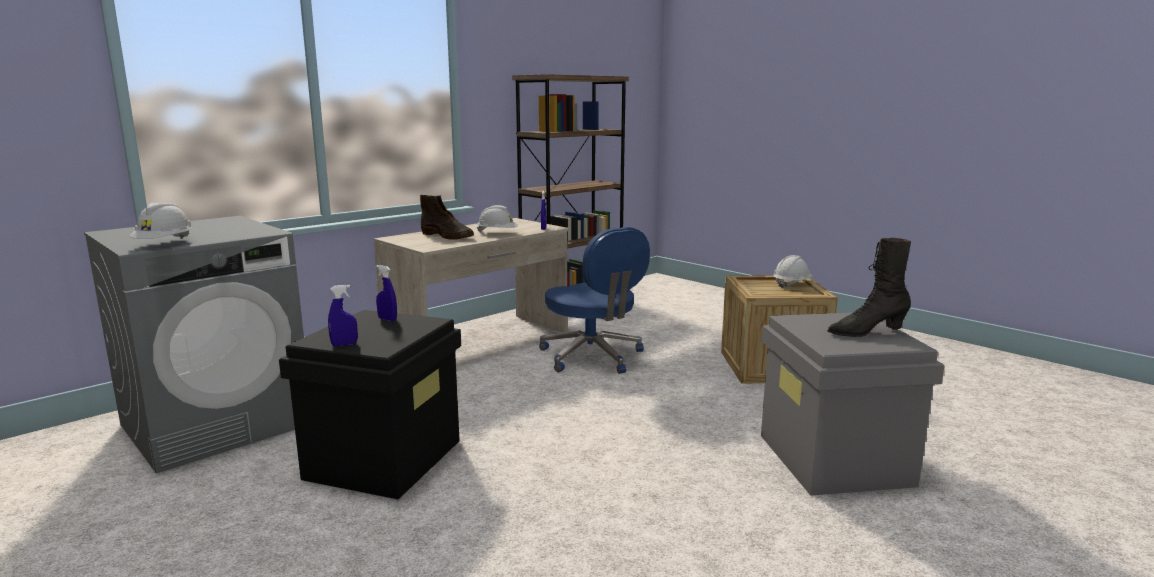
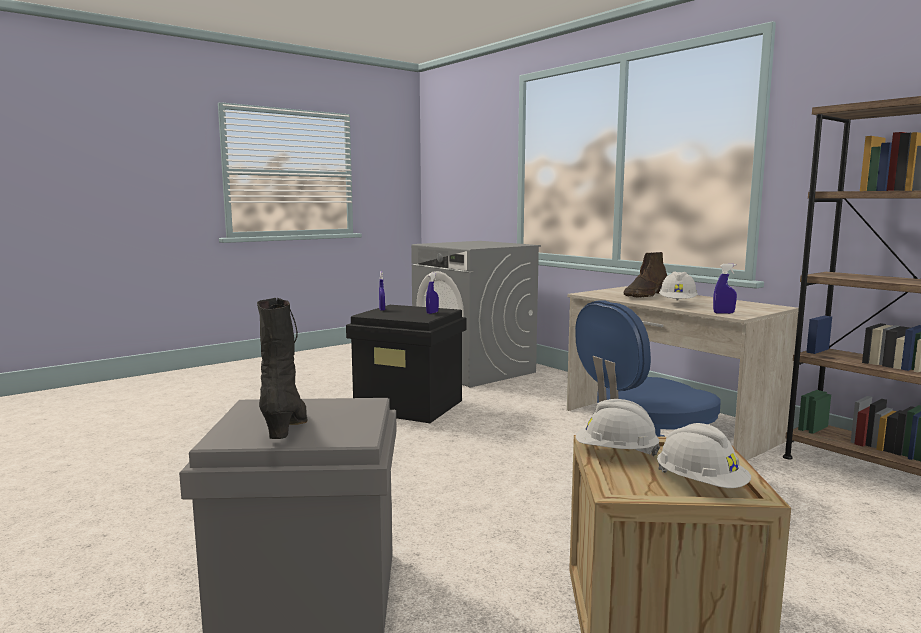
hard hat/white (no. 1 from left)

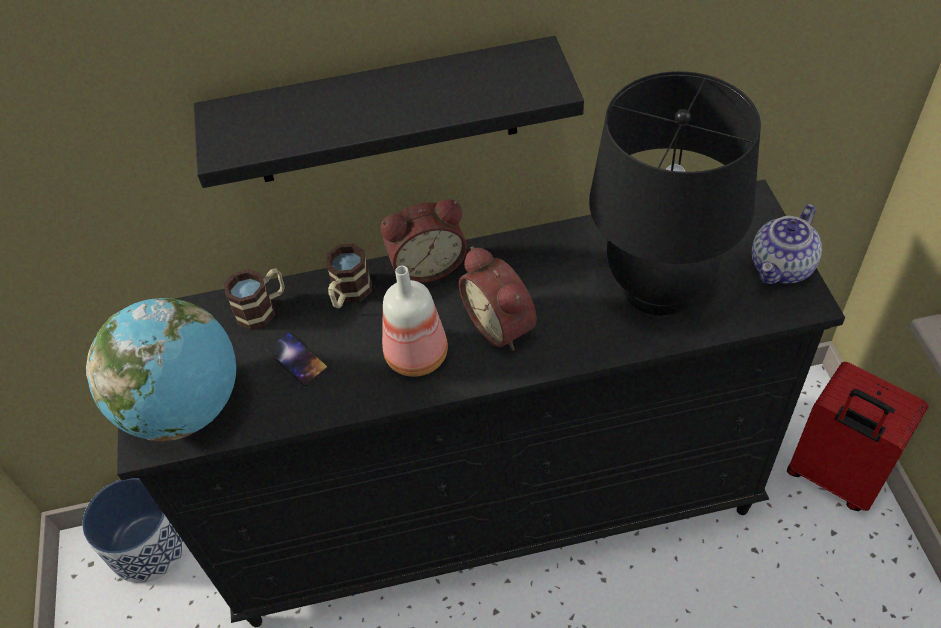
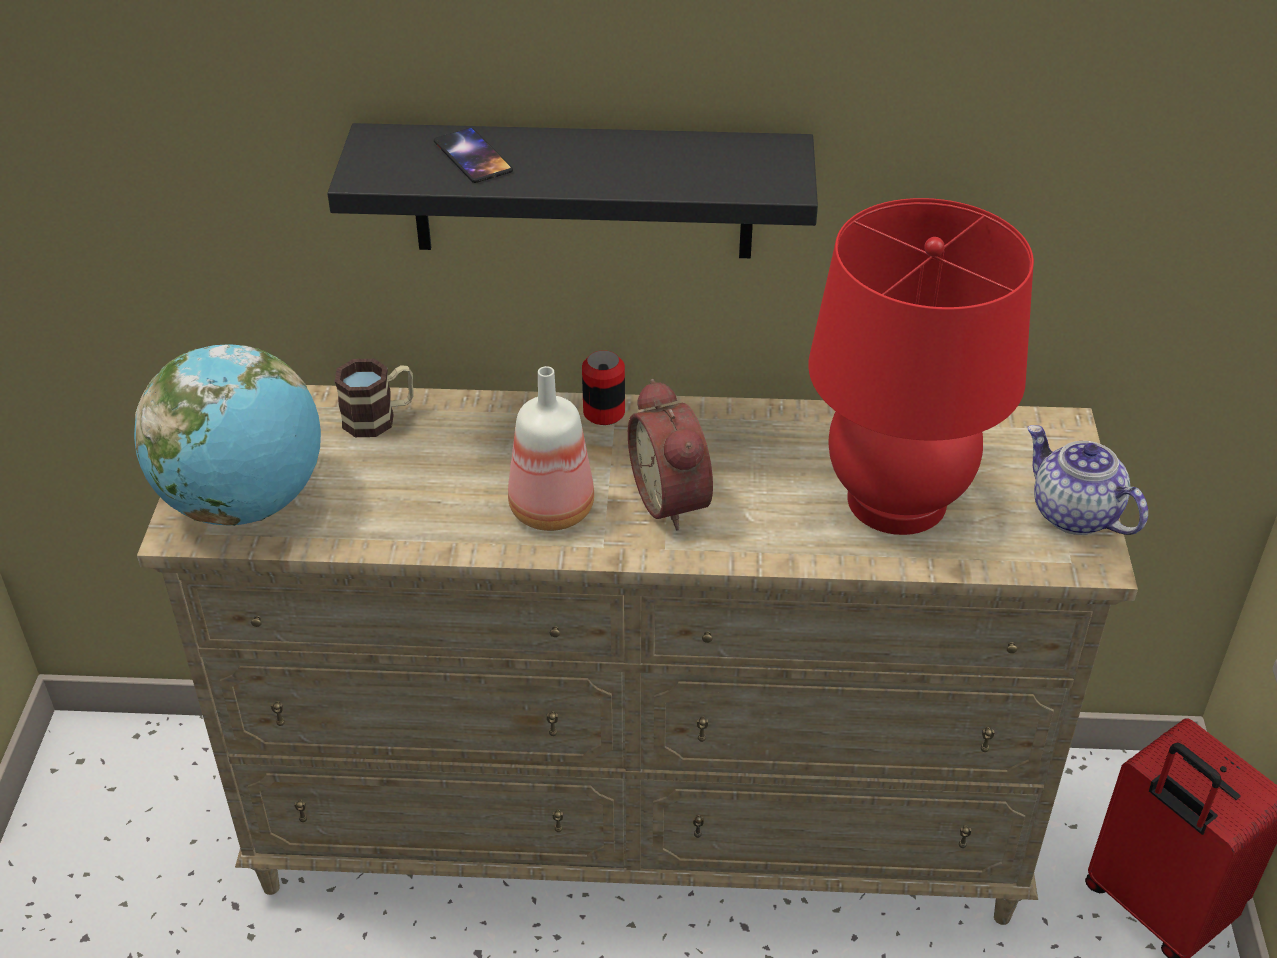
flower pot
drawer chest/sand-coloured
telephone
tea mug (no. 2 from left in the first image)
metal can
lamp for a table/red-coloured
pot for tea

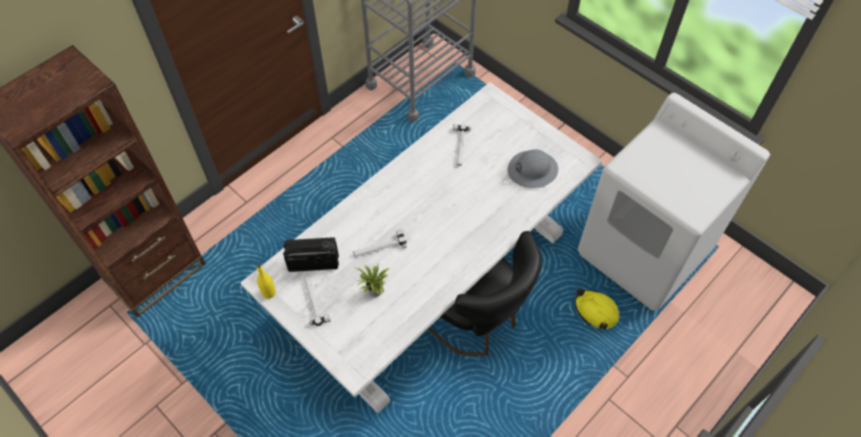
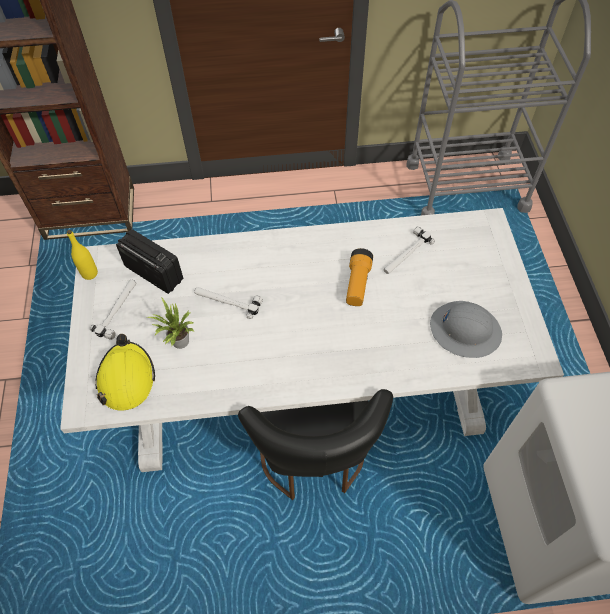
hard hat/yellow-coloured
torch

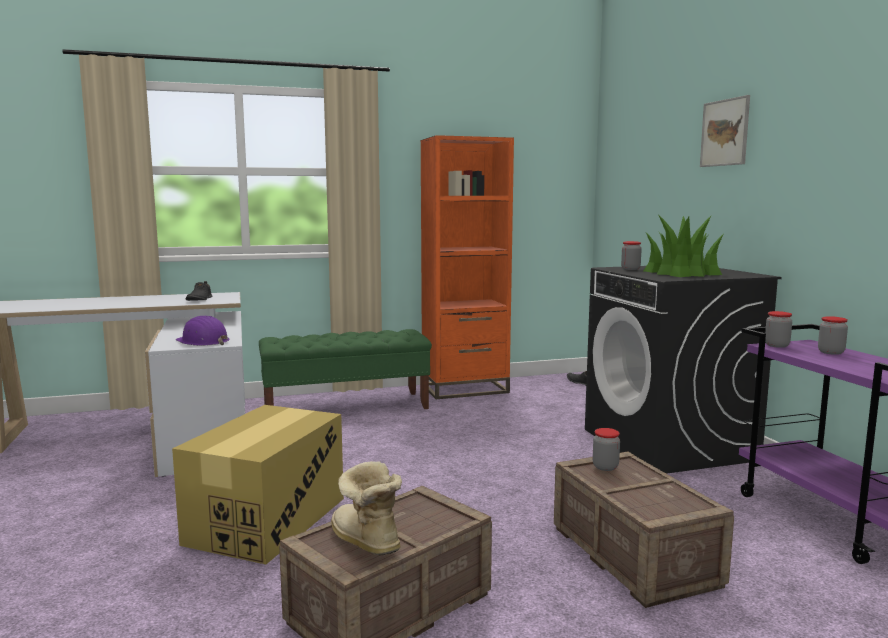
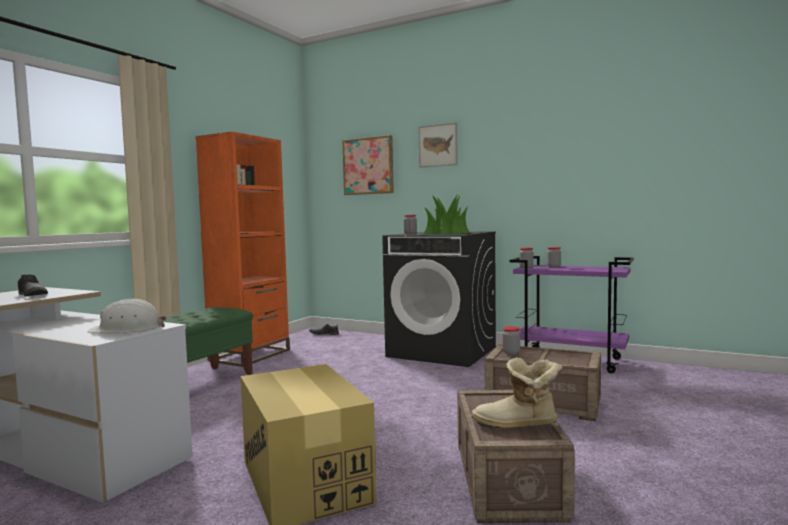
hard hat/white
wall picture (no. 1 from left)

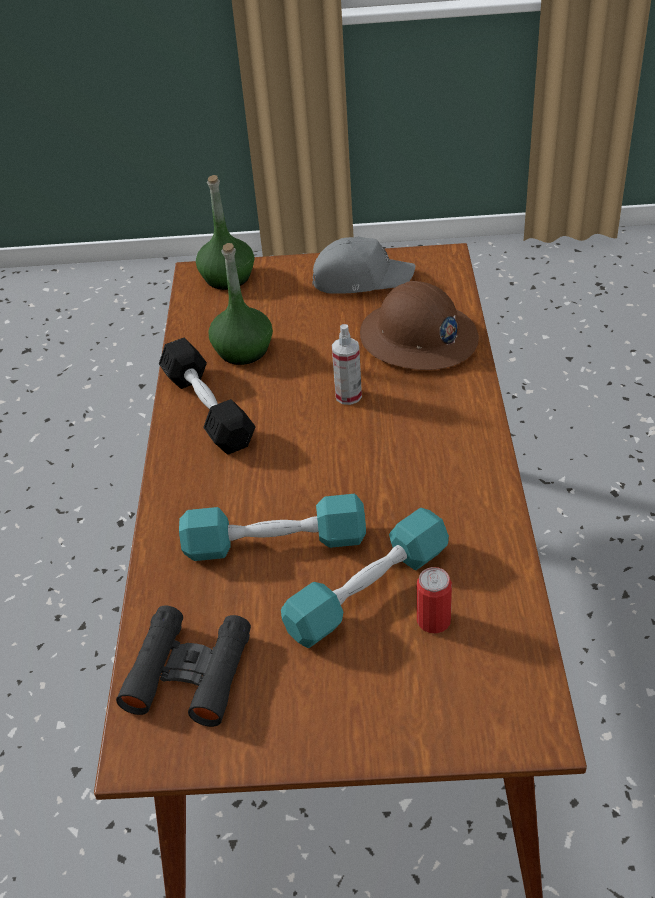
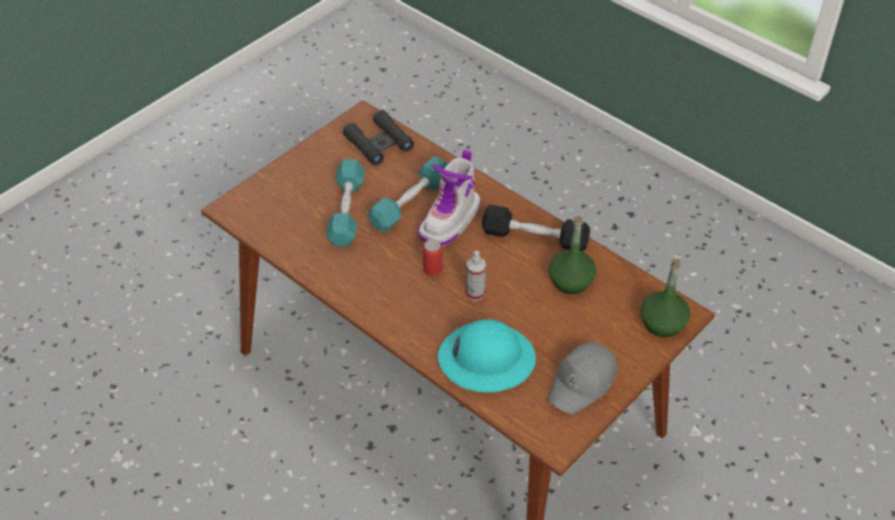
hard hat/blue-green
metal can
tall boot

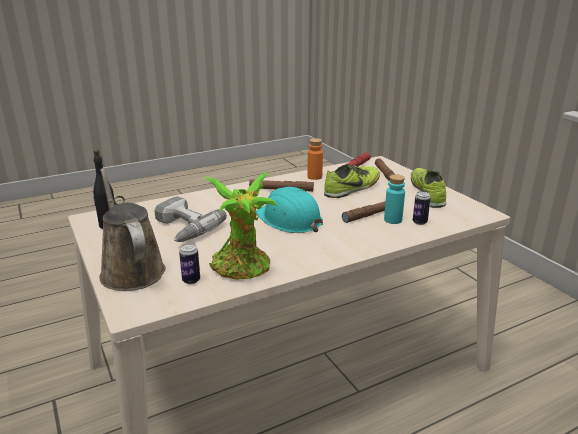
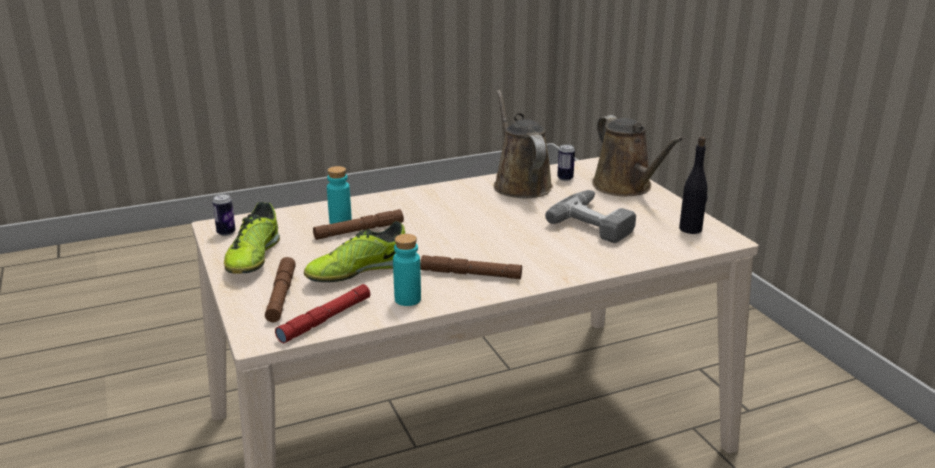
sprinkling can/brownish (no. 1 from left)
hard hat/blue-green
bottle/blue-green (no. 2 from left)
metal can (no. 1 from left)

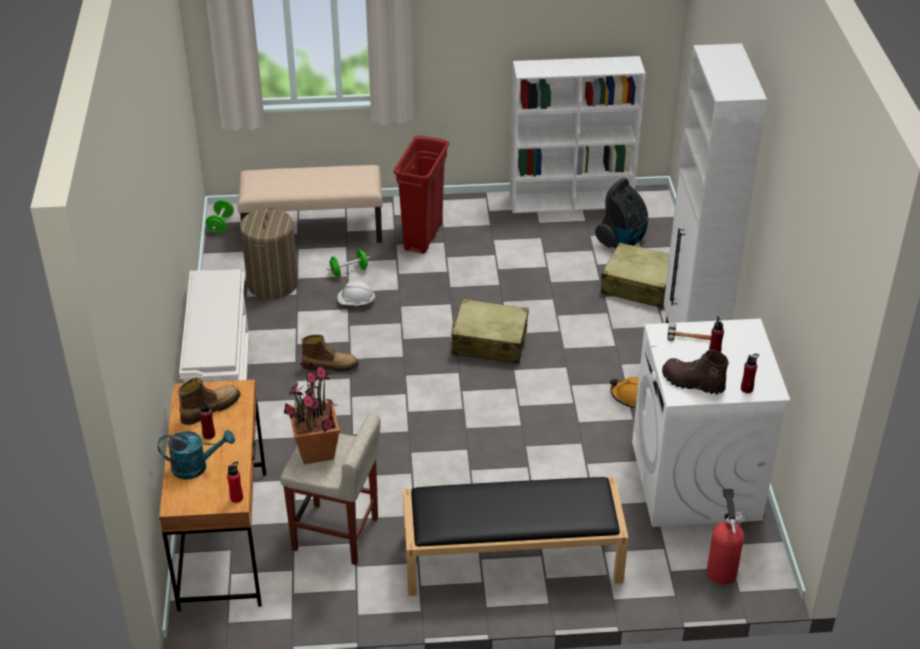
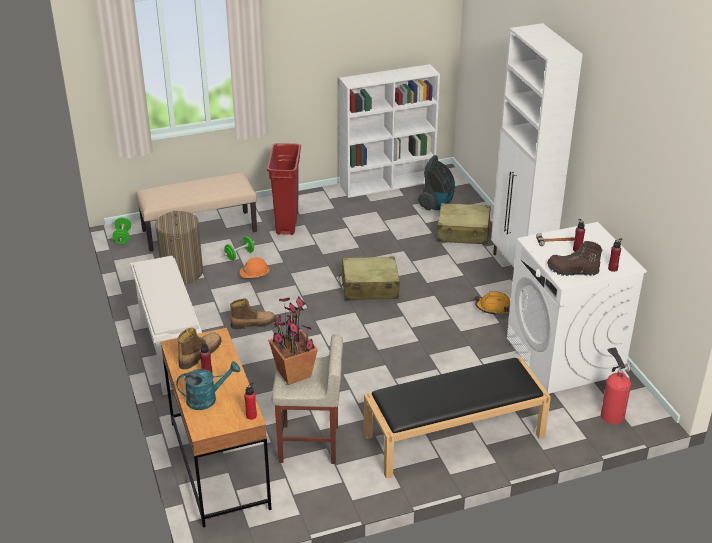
hard hat/orangey (no. 1 from left)

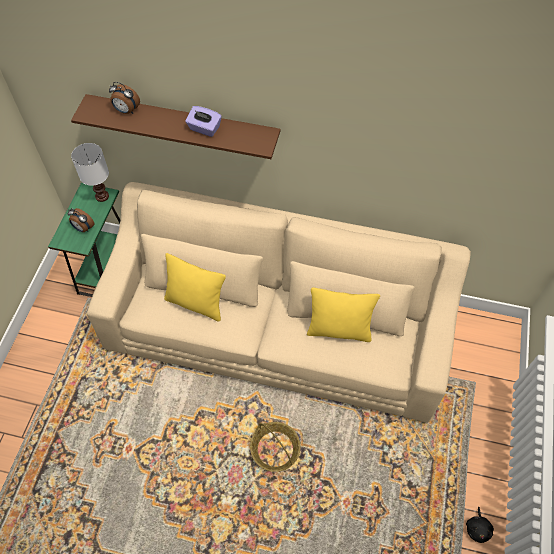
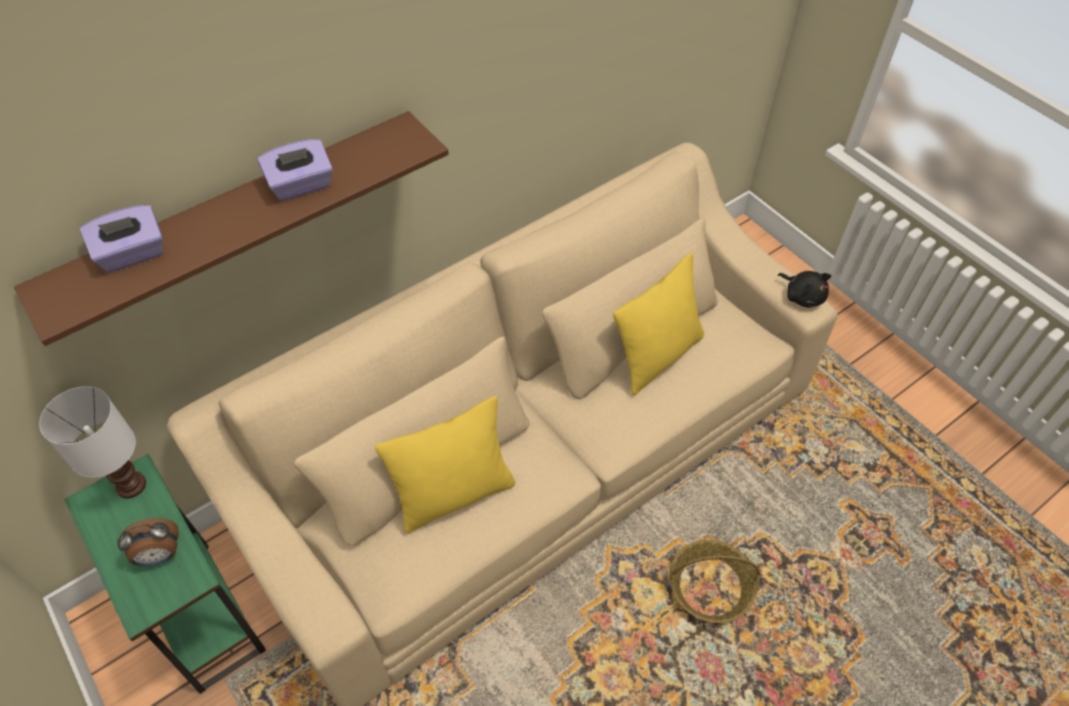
tissue box/purplish (no. 1 from left)
cuddly toy/blackish

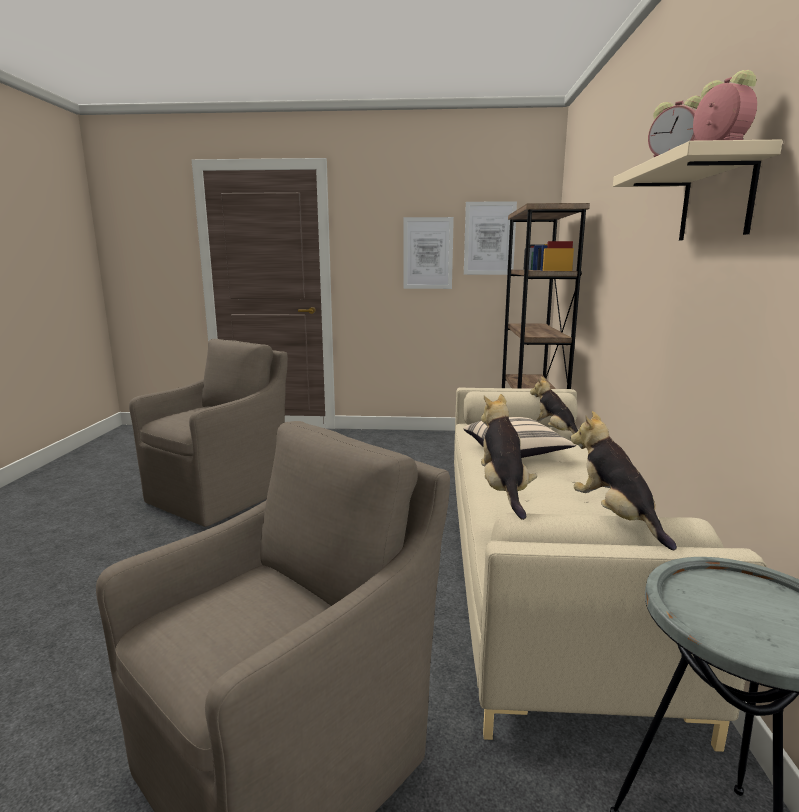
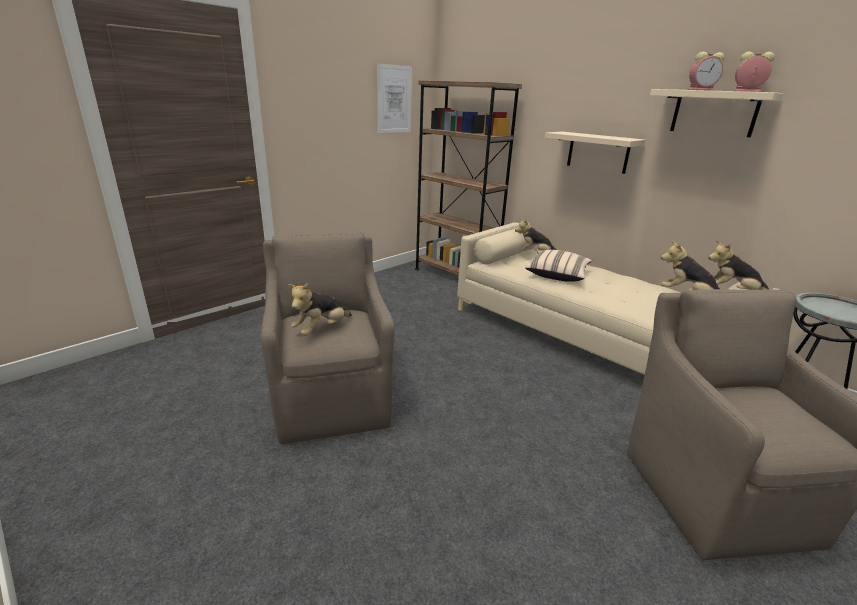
wall picture (no. 1 from left in the first image)
cuddly toy (no. 1 from left)
shelf/sand-coloured (no. 1 from left)

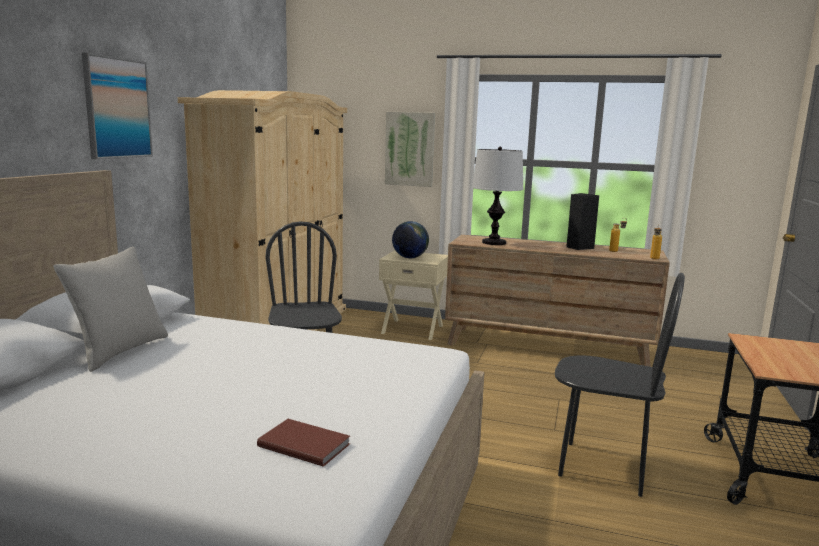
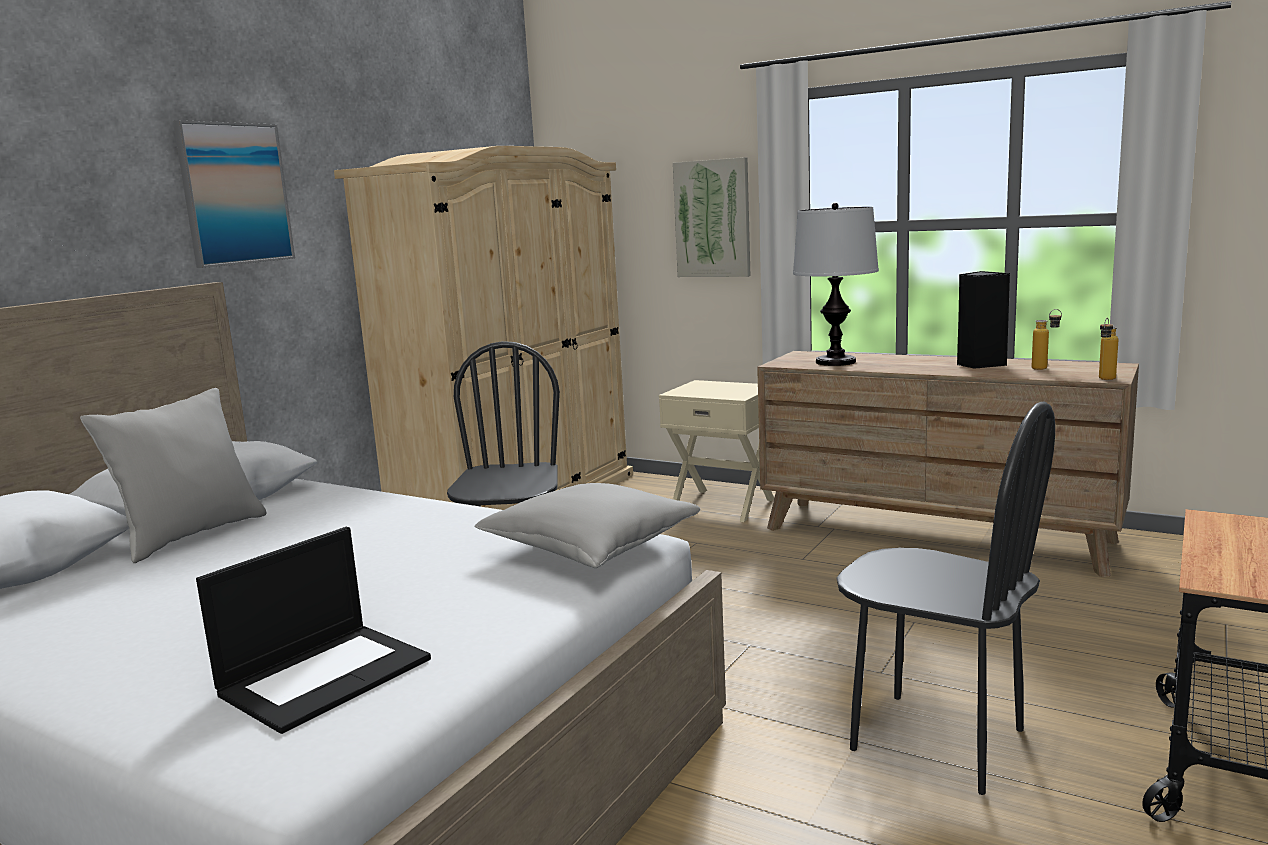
laptop
world globe
cushion/gray (no. 2 from left)

